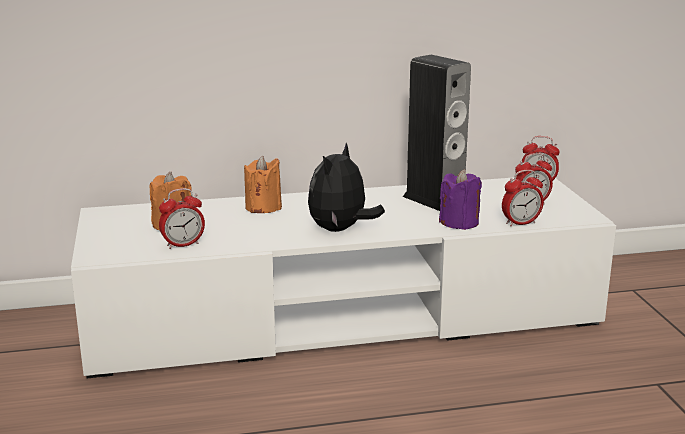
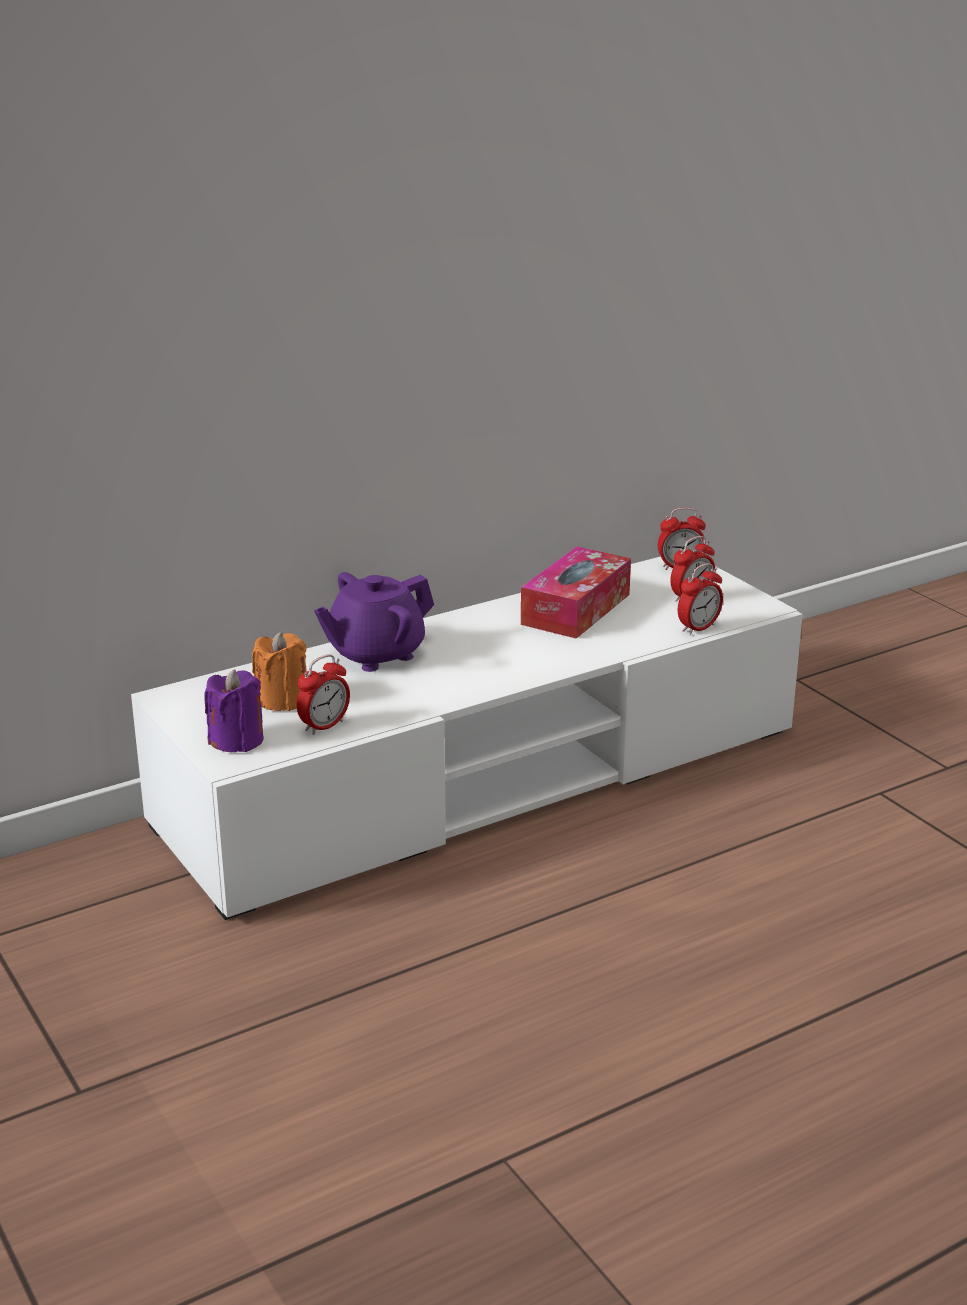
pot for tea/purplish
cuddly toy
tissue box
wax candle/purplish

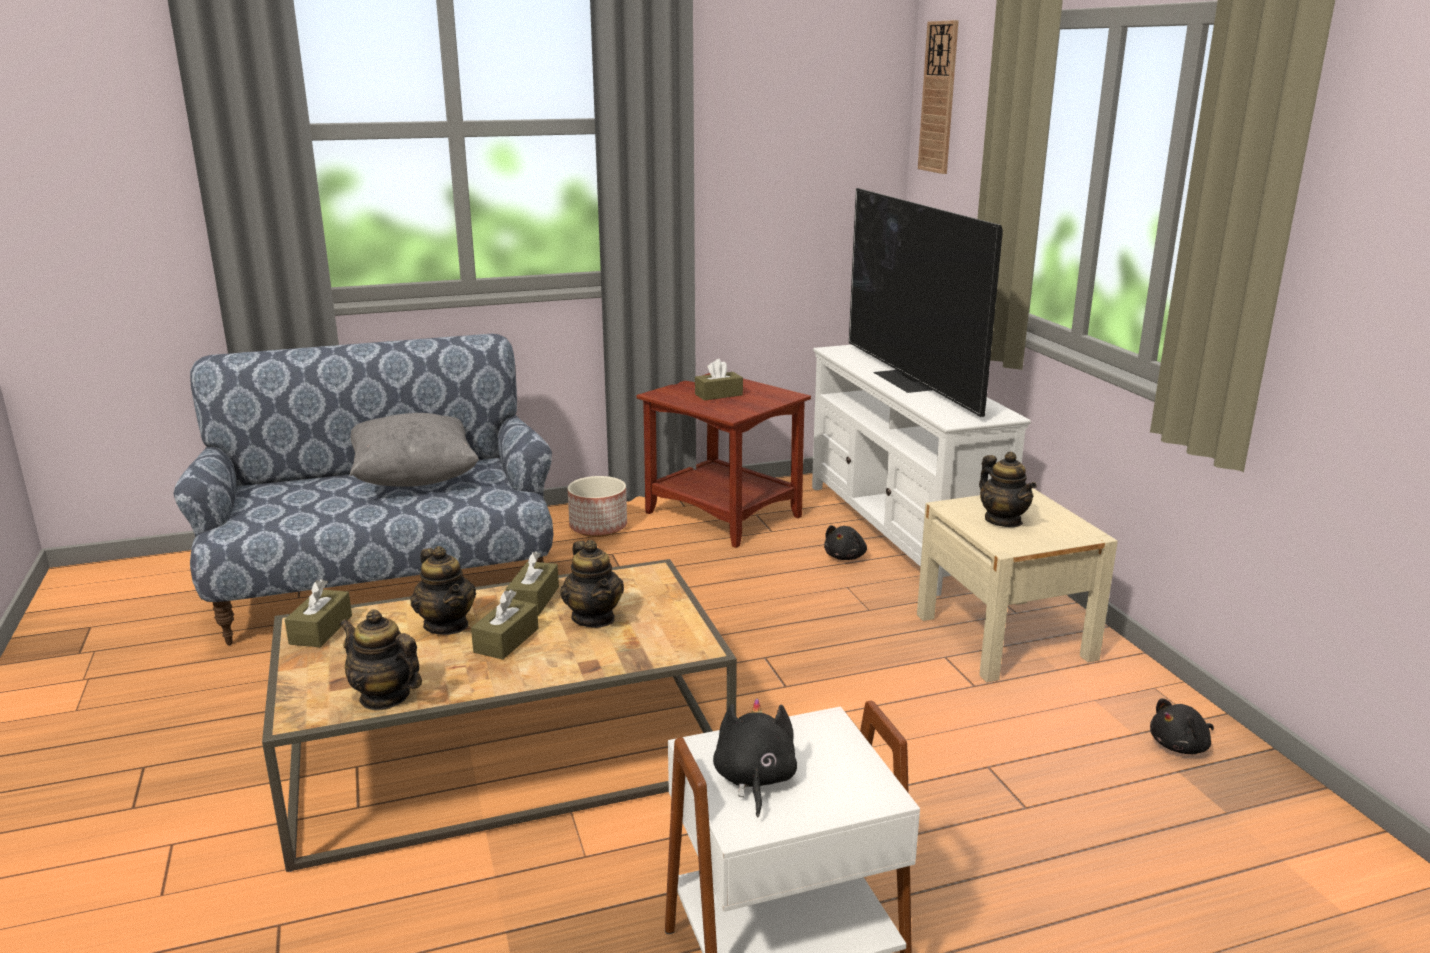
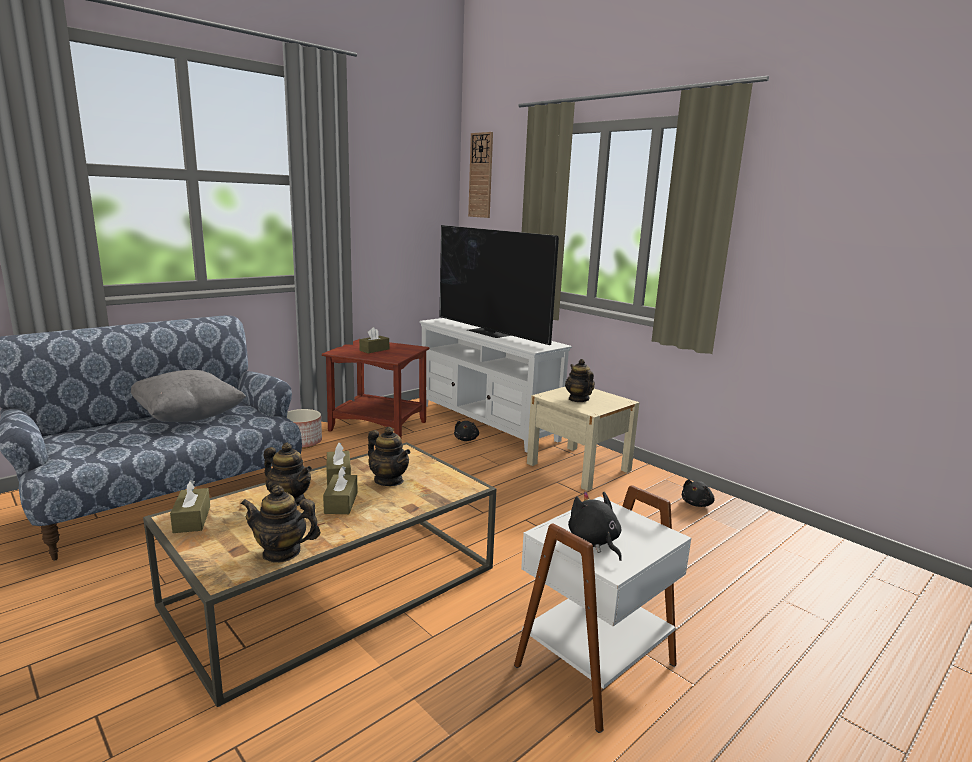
pot for tea (no. 4 from left)

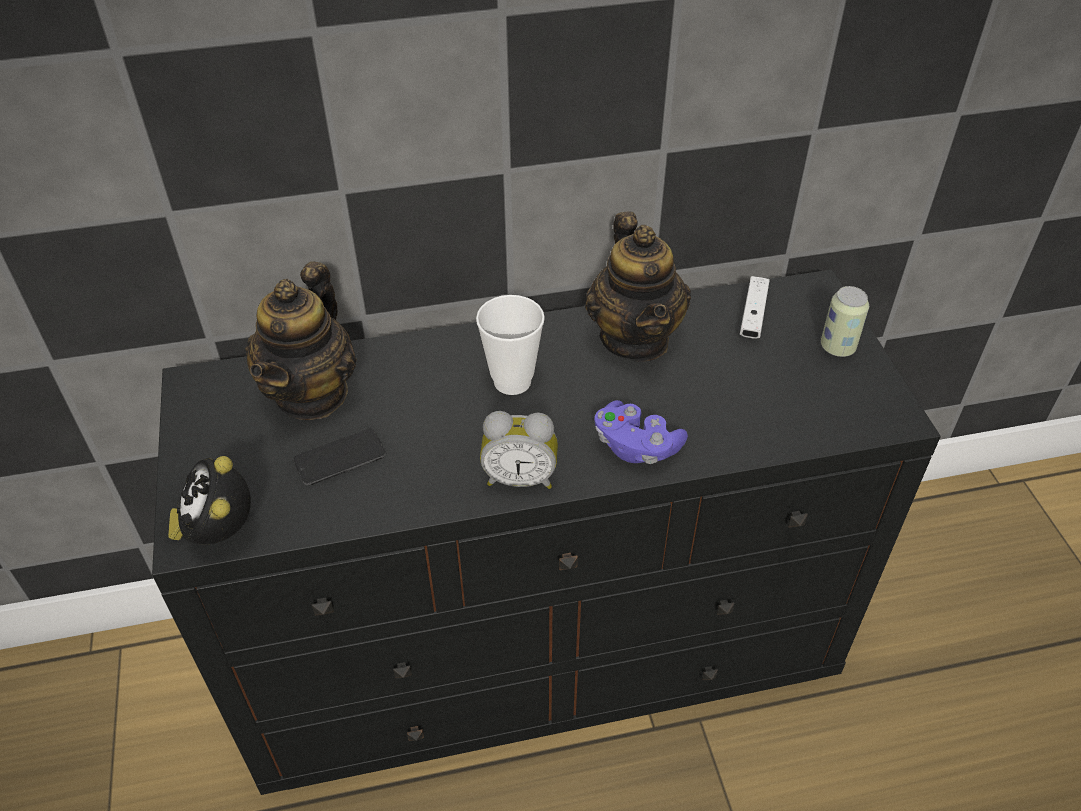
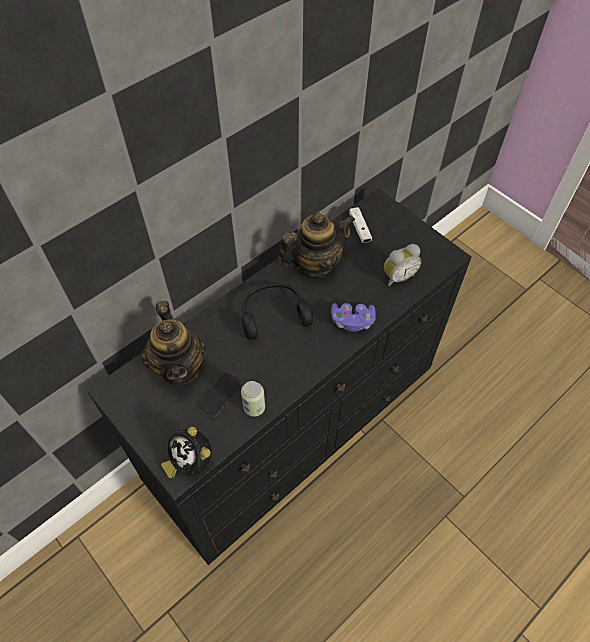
pair of headphones/blackish
bedside clock (no. 2 from left)
pot for tea (no. 2 from left)
metal can

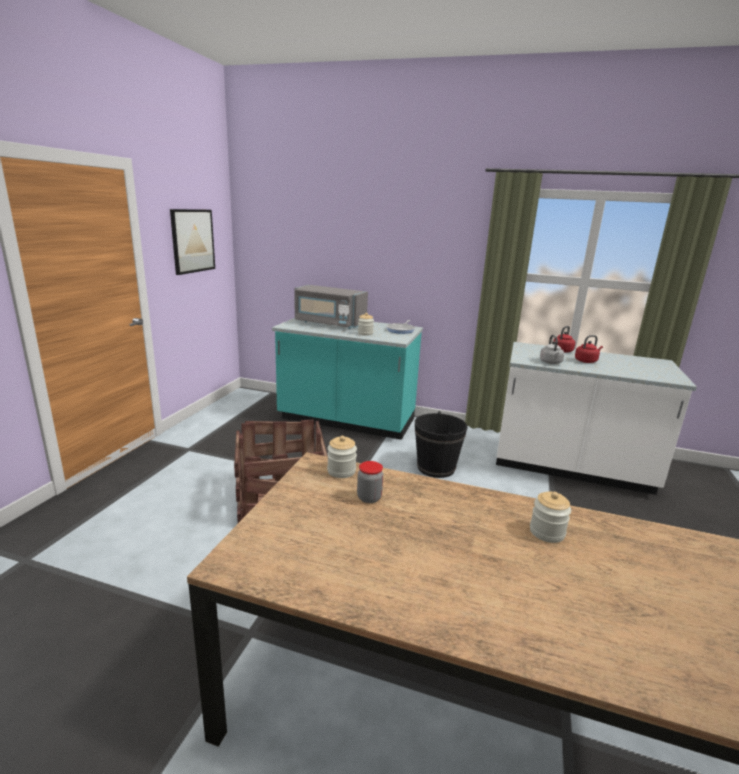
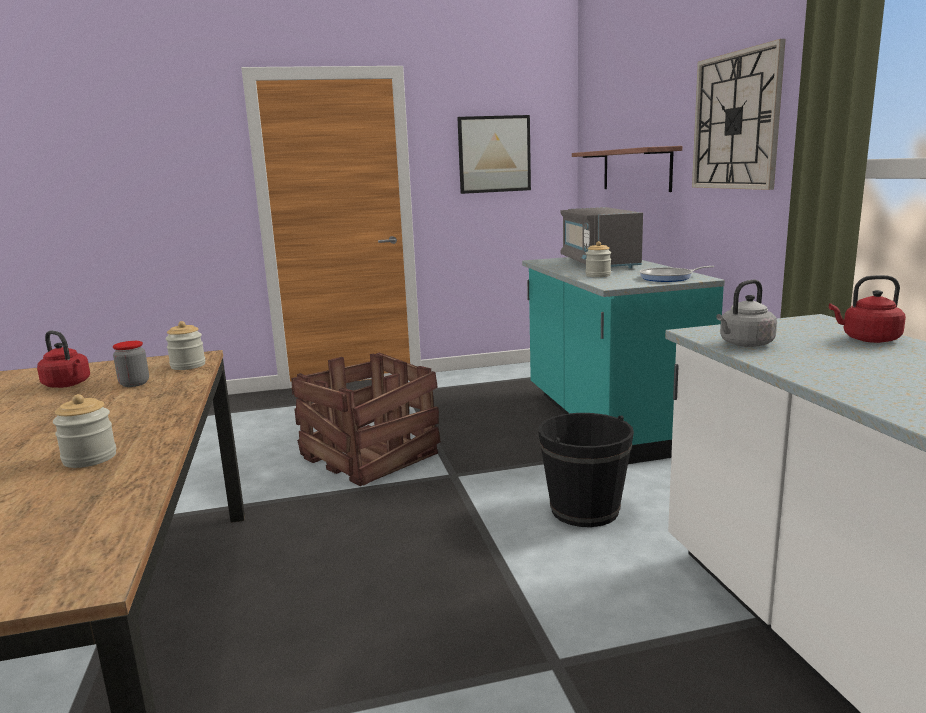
kettle/red-coloured (no. 1 from left)
shelf
hanging clock

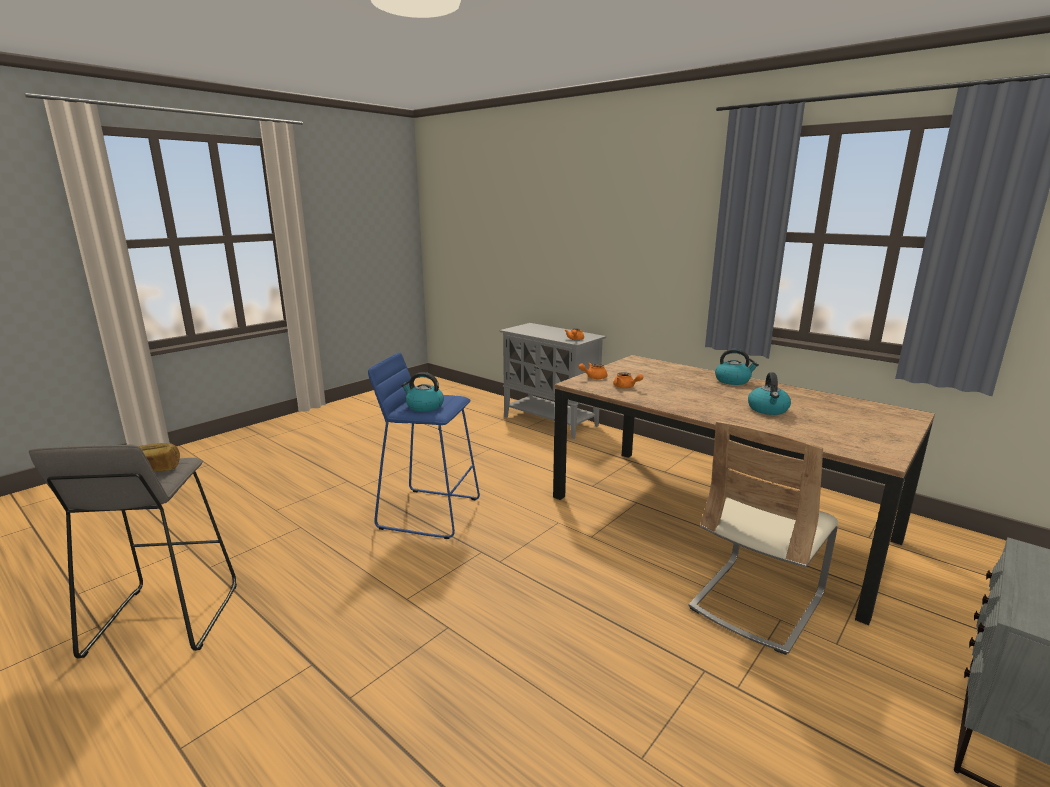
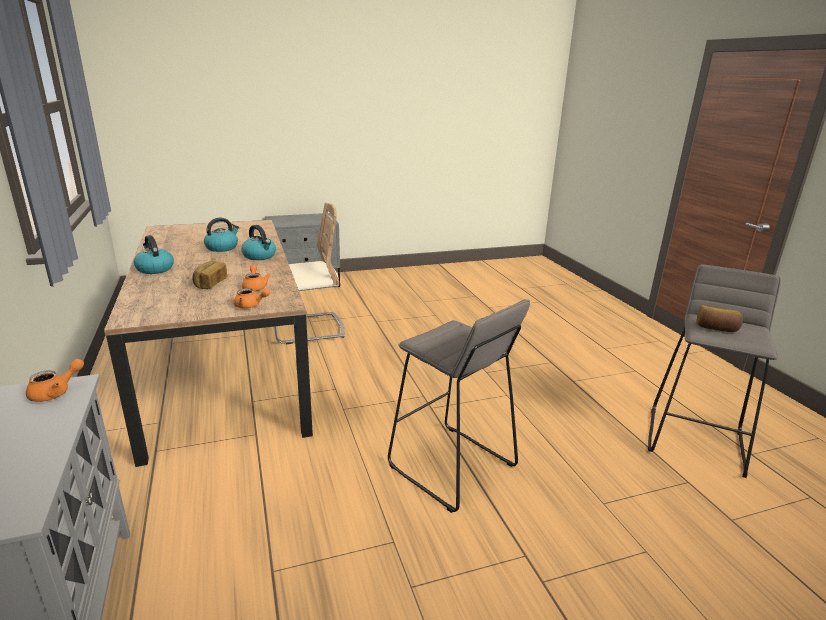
stool seat/gray (no. 1 from left)
kettle (no. 3 from left)
bakery bread (no. 1 from left)

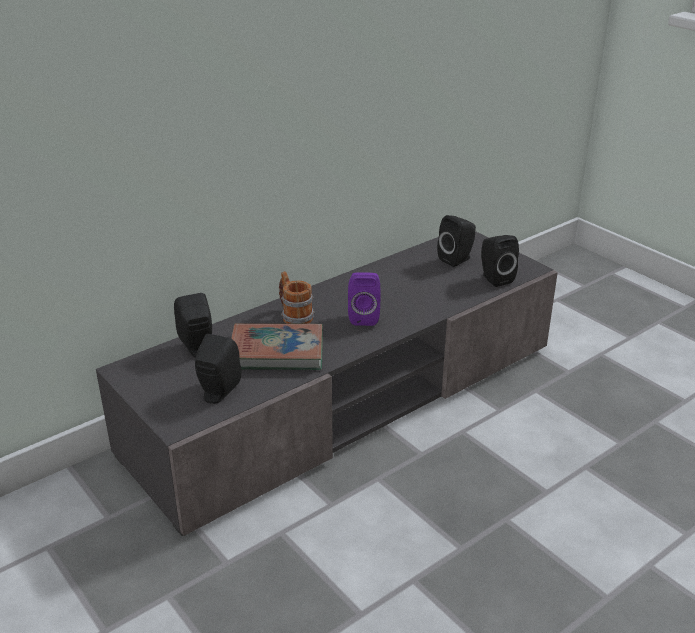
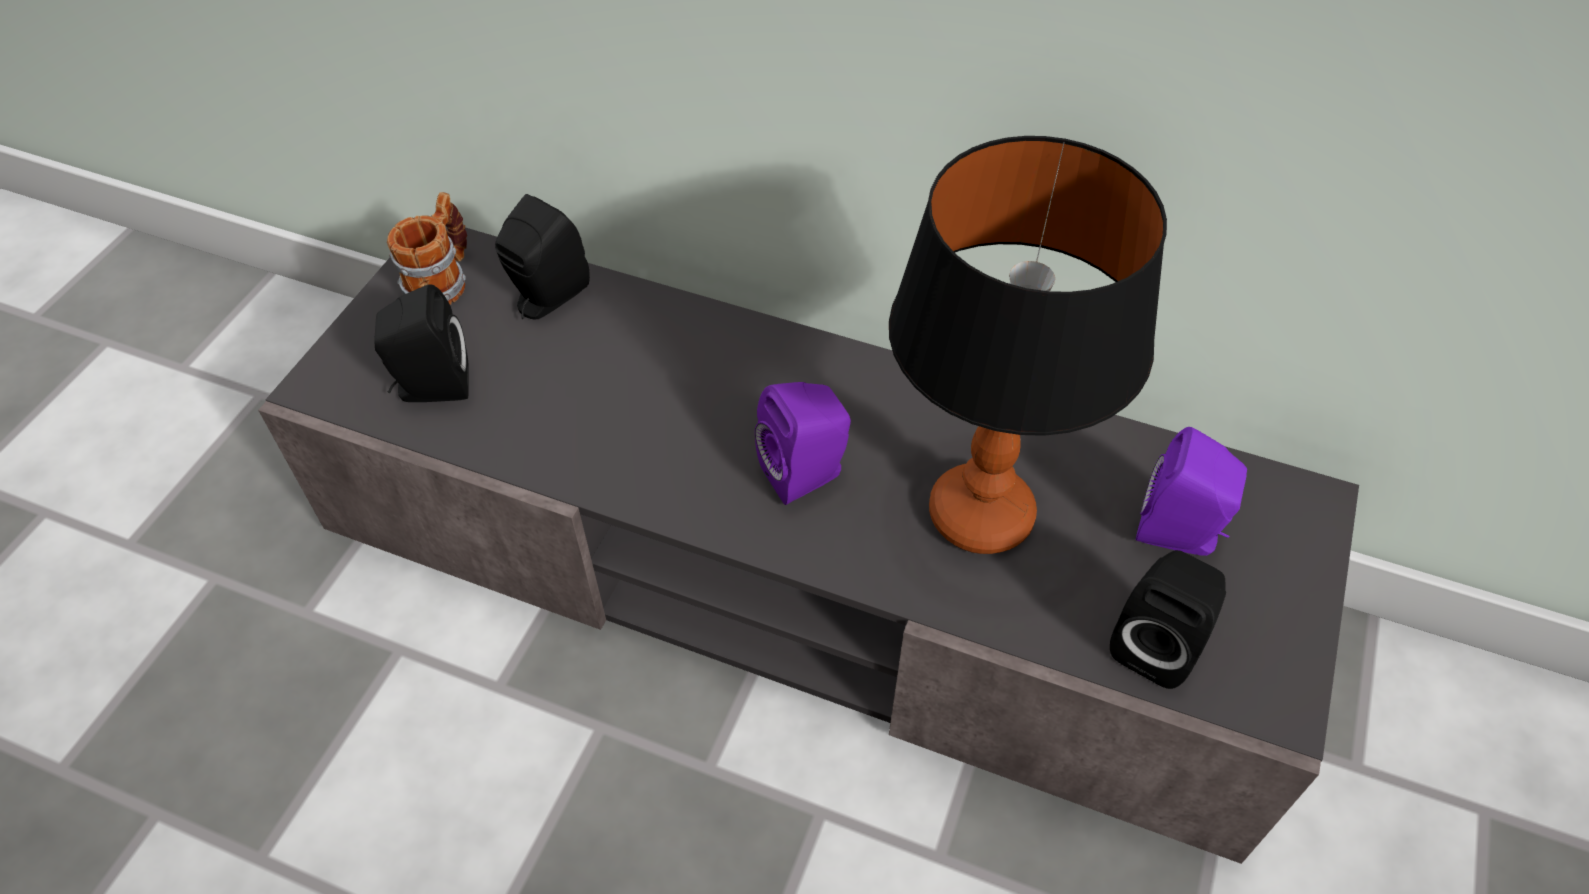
bound book
tea mug
audio speaker/purplish (no. 2 from left)
lamp for a table

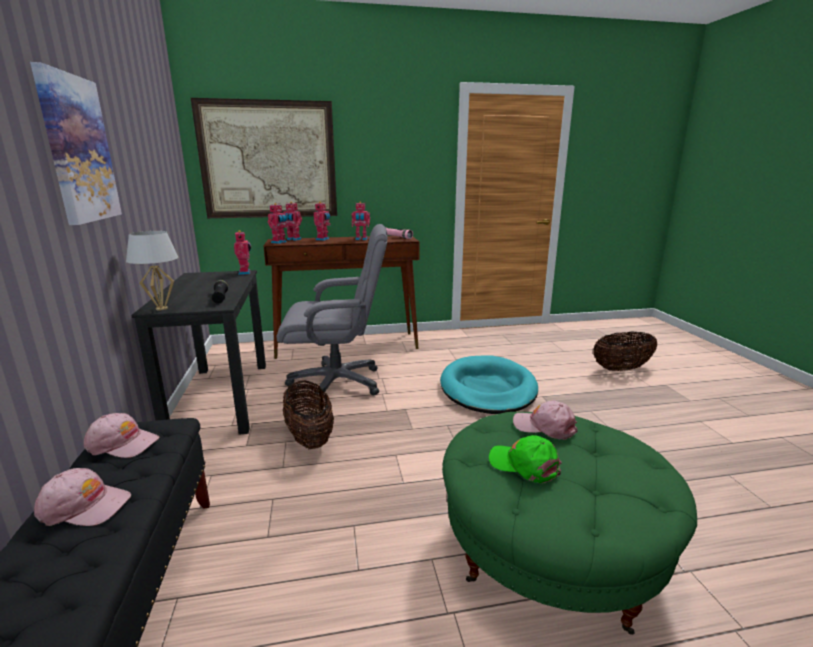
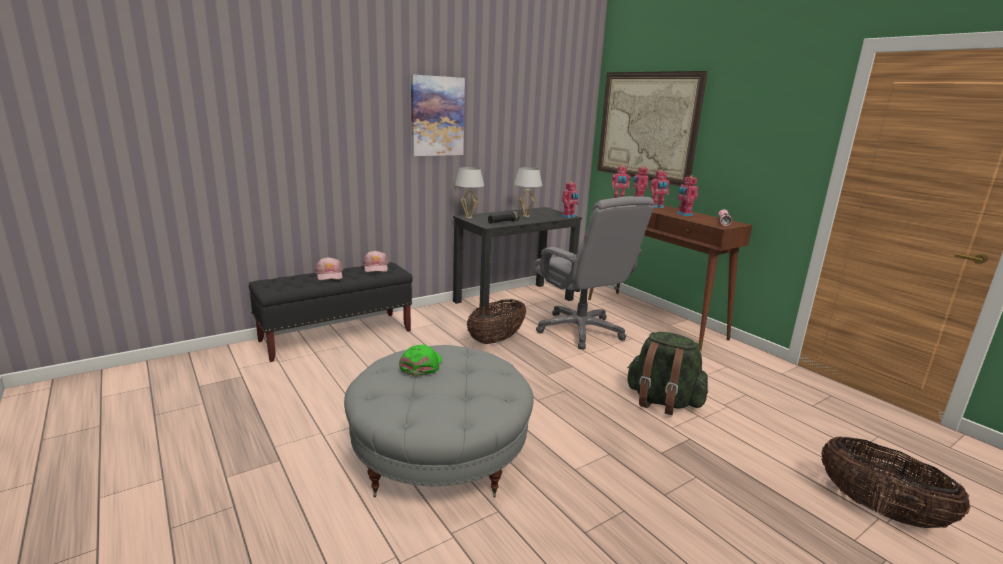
rucksack/green-coloured
ottoman/gray
cap/pink (no. 3 from left in the first image)
lamp for a table/white (no. 2 from left)

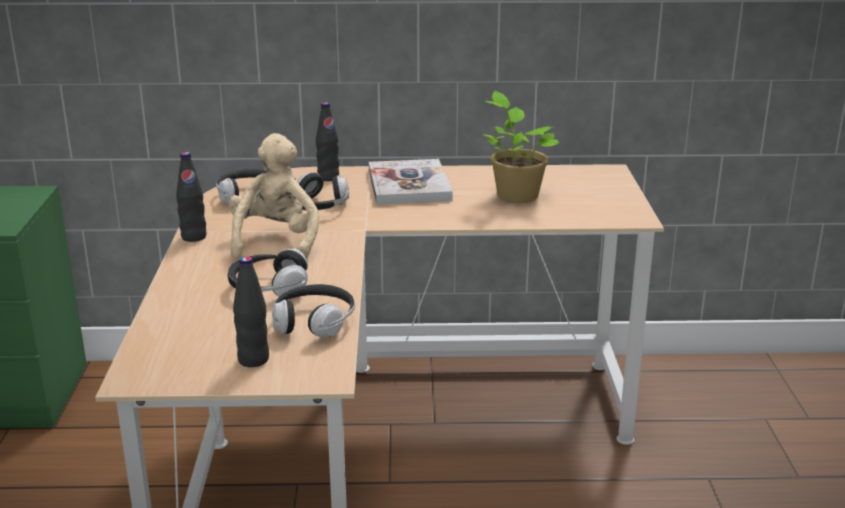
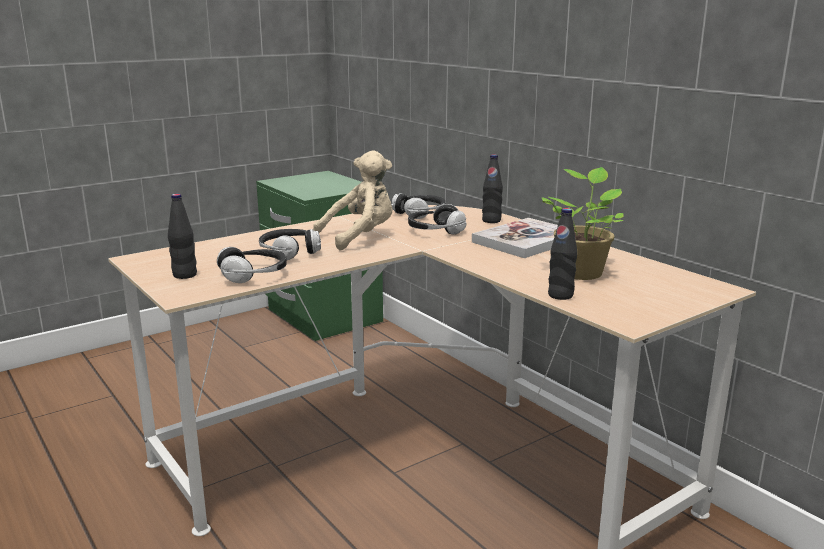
bottle/blackish (no. 3 from left)

